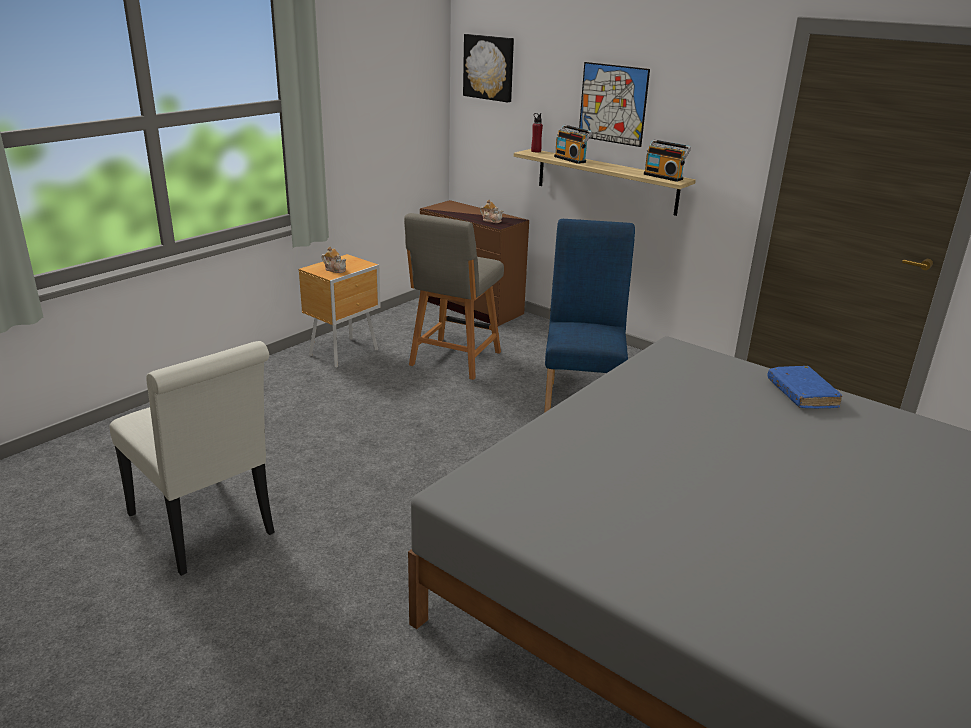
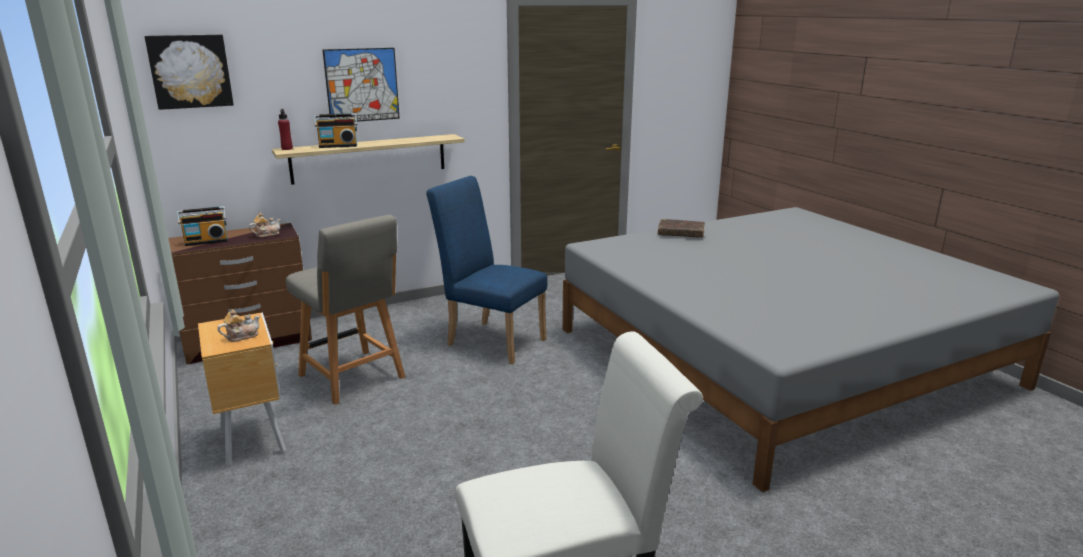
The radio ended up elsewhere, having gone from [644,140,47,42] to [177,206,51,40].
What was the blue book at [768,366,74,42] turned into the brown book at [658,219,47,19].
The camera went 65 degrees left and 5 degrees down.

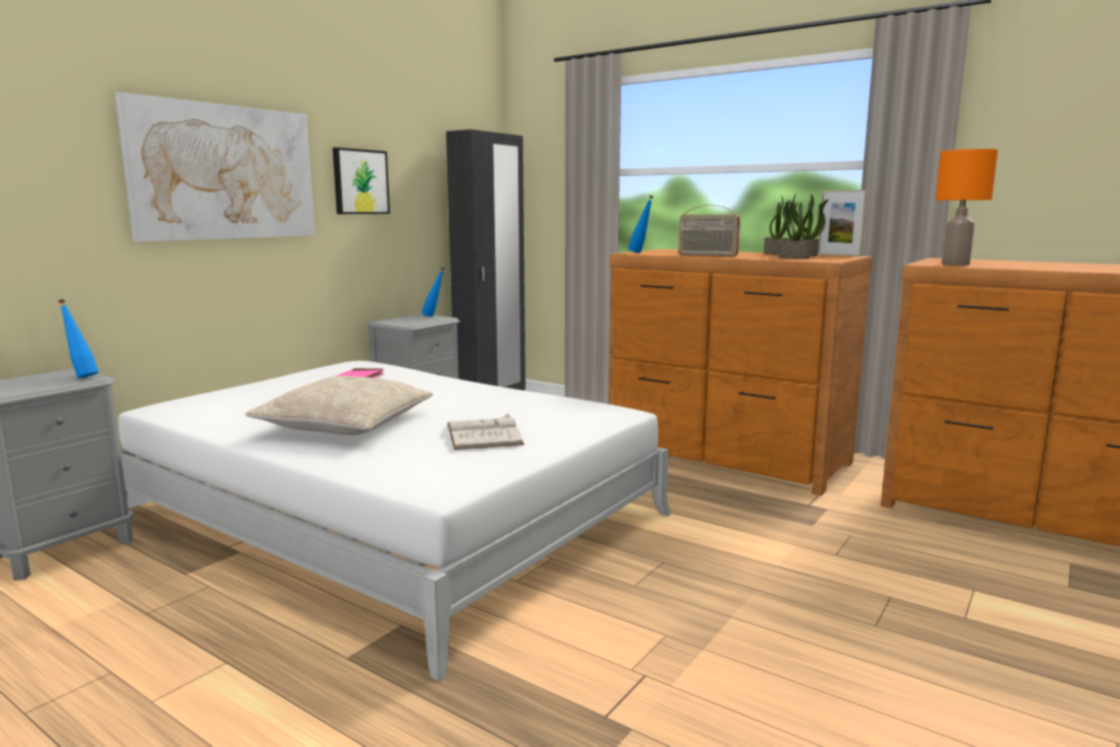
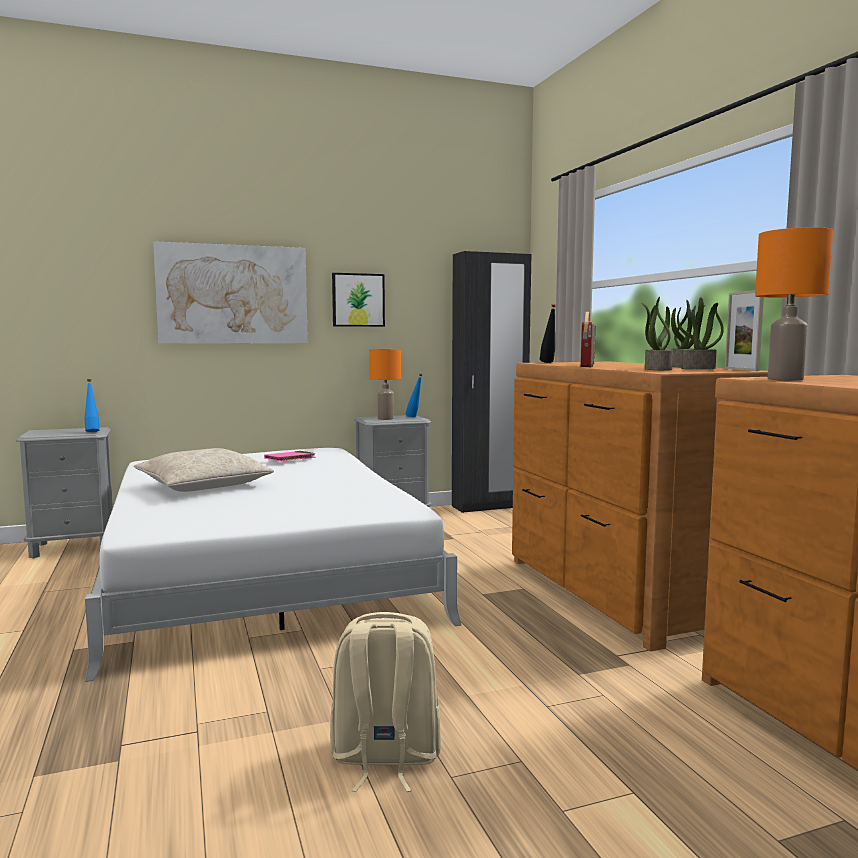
The second view lost the white book at [447,414,77,36].
The second view gained the beige backpack at [330,612,111,180].
The second view gained the orange table lamp at [369,349,32,71].
What was the blue bottle at [628,195,26,58] turned into the black bottle at [540,304,16,59].
The radio at [679,205,61,51] ended up facing another way, 135 degrees counterclockwise from before.
The camera went 35 degrees right and 5 degrees down.

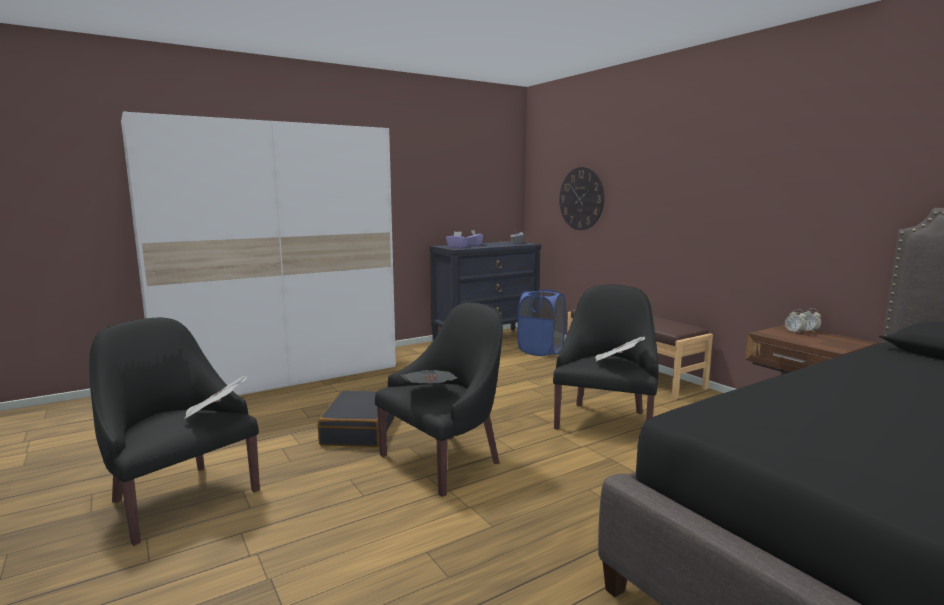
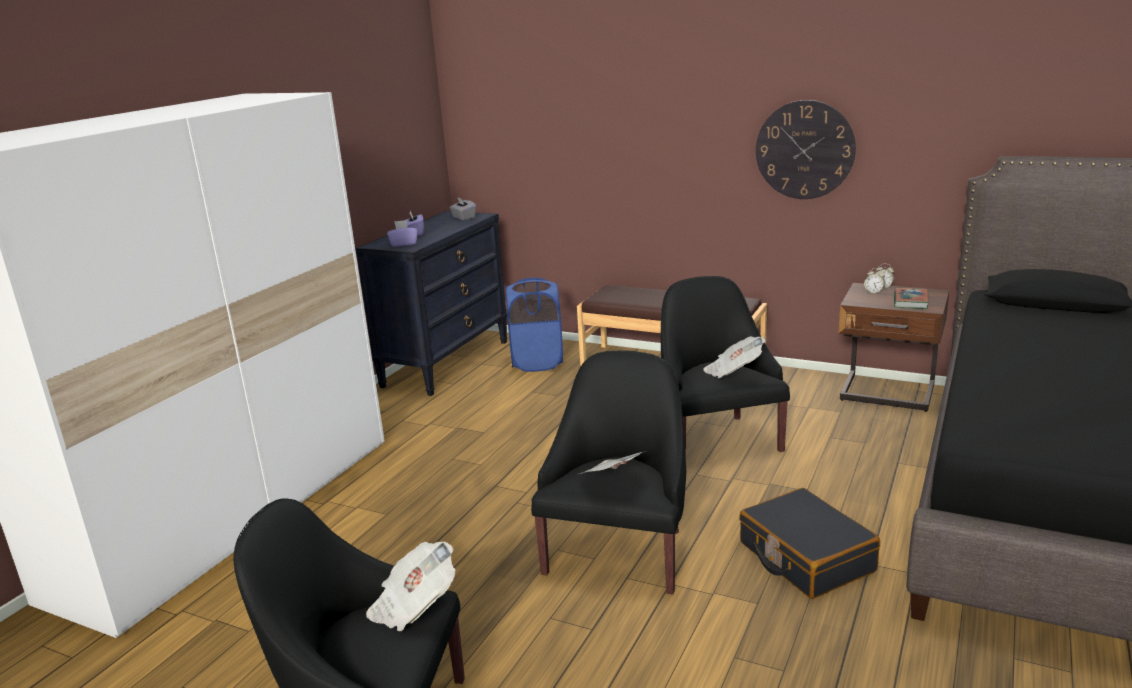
The second view gained the book at [894,288,35,21].
The black suitcase ended up elsewhere, having gone from [318,390,77,57] to [739,488,141,111].
The wall clock ended up elsewhere, having gone from [559,167,45,63] to [756,100,100,99].
The camera went 30 degrees left and 10 degrees up.

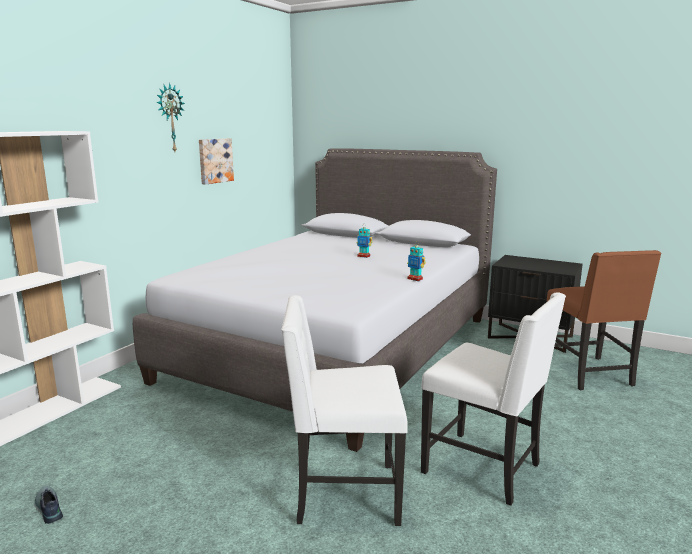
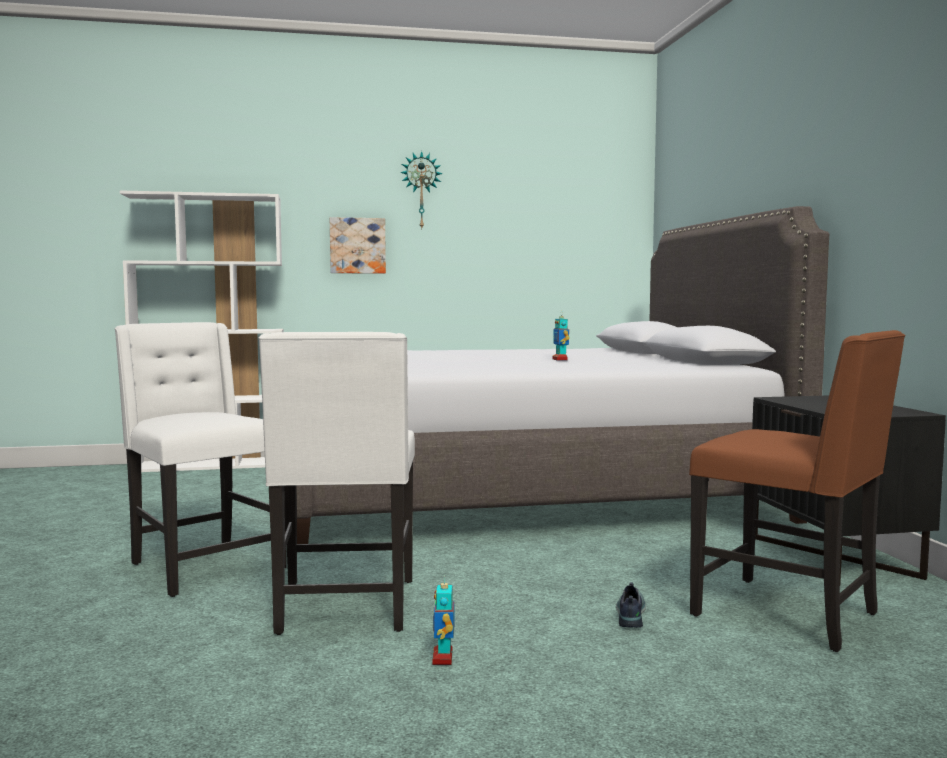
The shoe ended up elsewhere, having gone from [34,486,29,38] to [616,582,30,46].
The picture ended up elsewhere, having gone from [199,138,35,47] to [330,217,56,57].
The toy robot ended up elsewhere, having gone from [407,241,19,40] to [432,575,22,90].
The brown chair at [547,250,115,141] ended up facing another way, 90 degrees counterclockwise from before.
The camera went 50 degrees right and 10 degrees down.

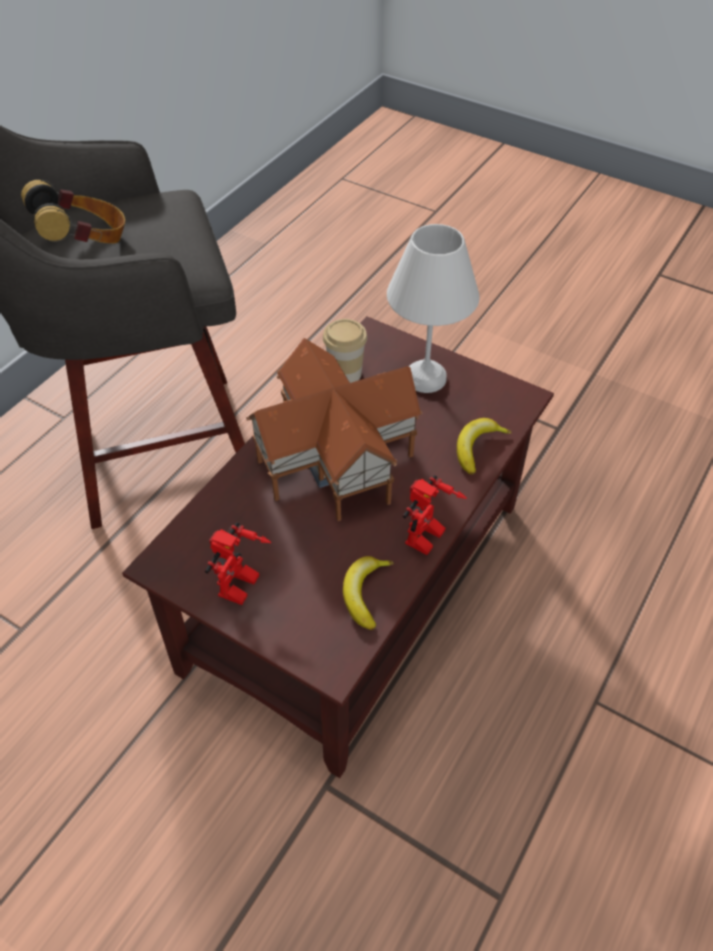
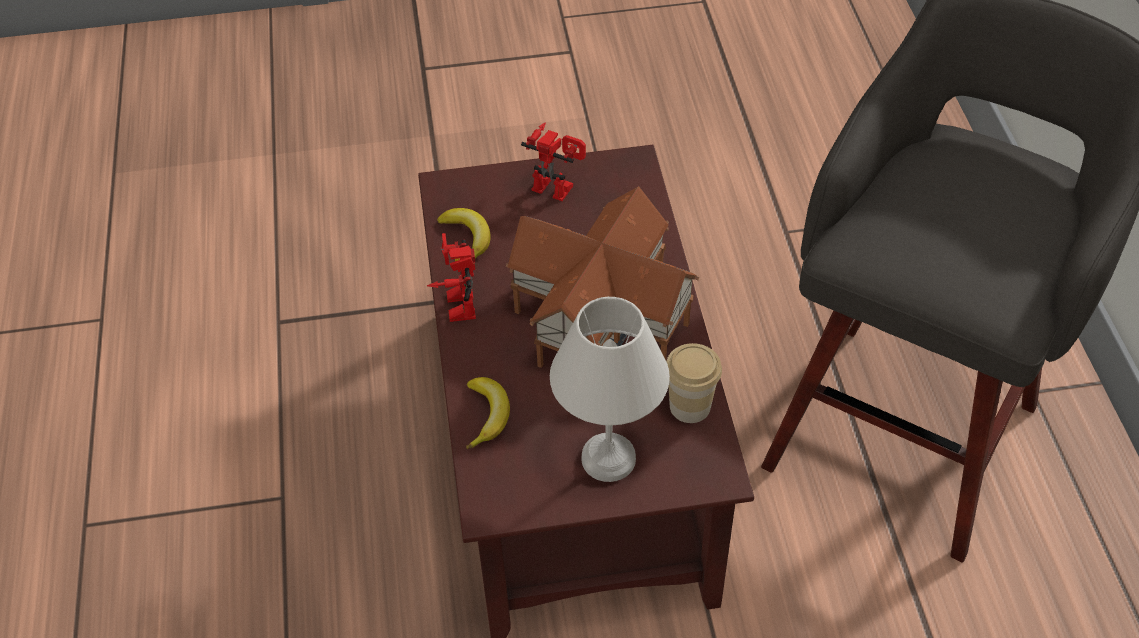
The second view lost the headphones at [21,180,105,64].
The toy robot at [205,522,66,83] ended up facing another way, 135 degrees clockwise from before.
The camera went 140 degrees right and 0 degrees up.

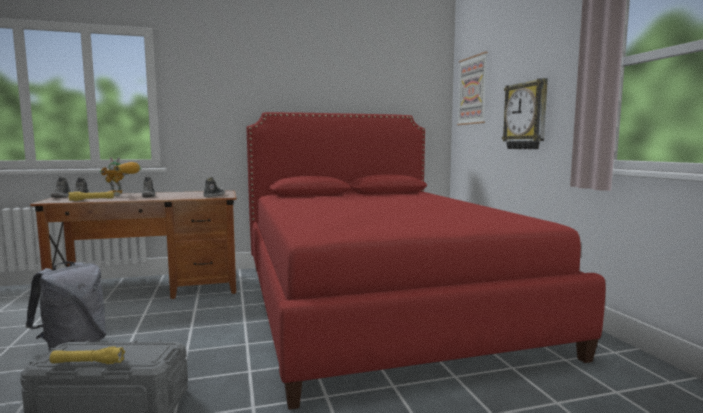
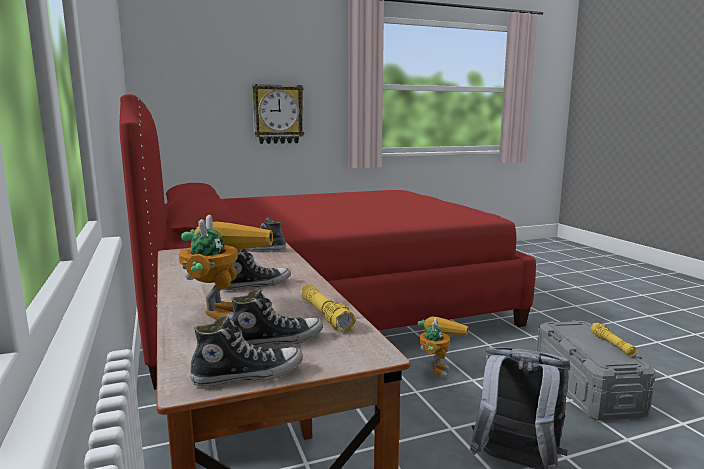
The second view lost the picture at [457,52,31,73].
The second view gained the toy robot at [417,317,51,62].
The camera went 95 degrees left and 5 degrees up.

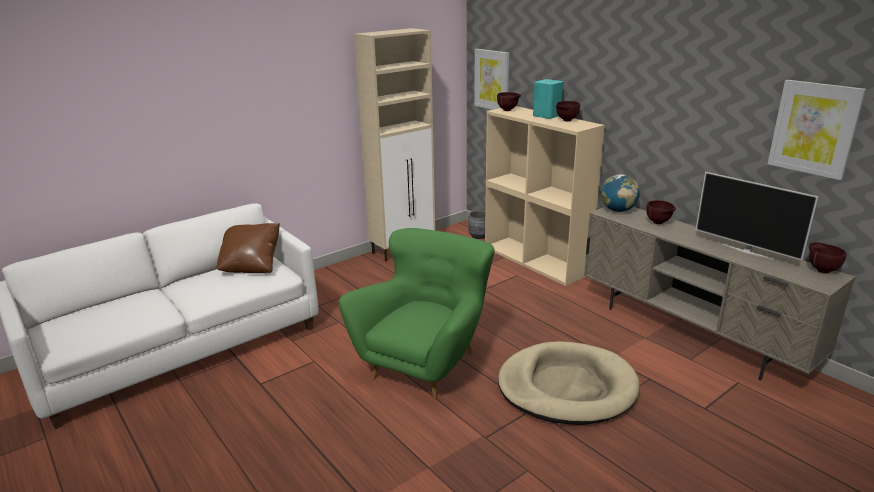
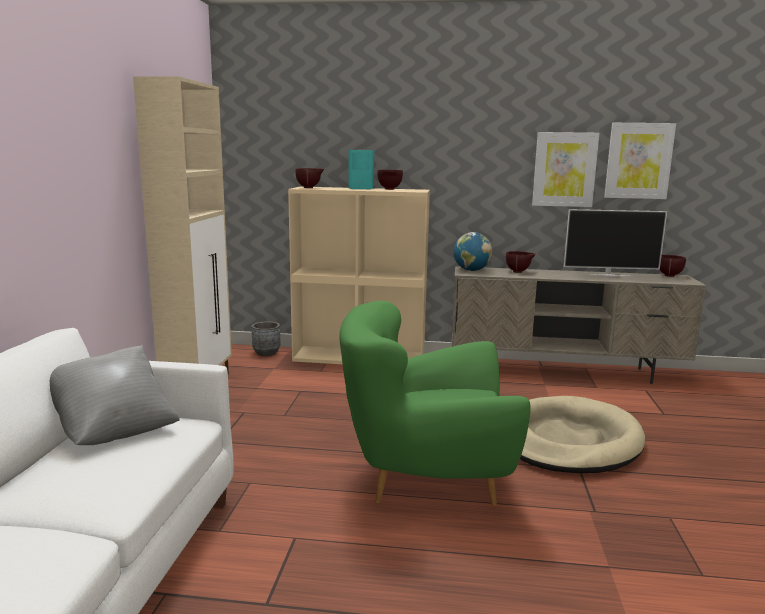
The picture ended up elsewhere, having gone from [474,49,35,61] to [532,132,68,75].
What was the brown pillow at [216,223,64,50] turned into the grey pillow at [50,345,130,100].
The green armchair at [339,228,156,172] ended up facing another way, 75 degrees counterclockwise from before.
The camera went 45 degrees left and 10 degrees down.

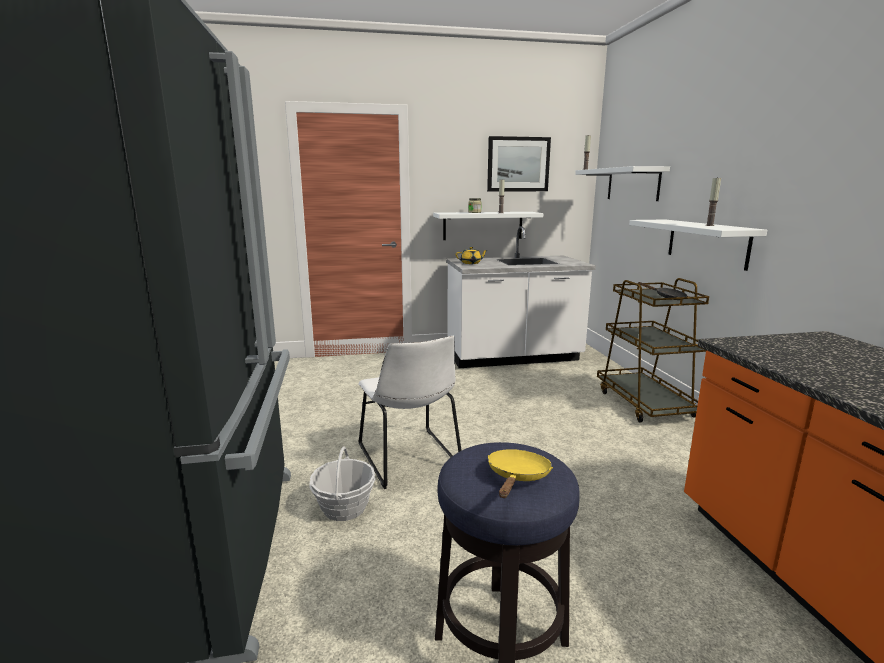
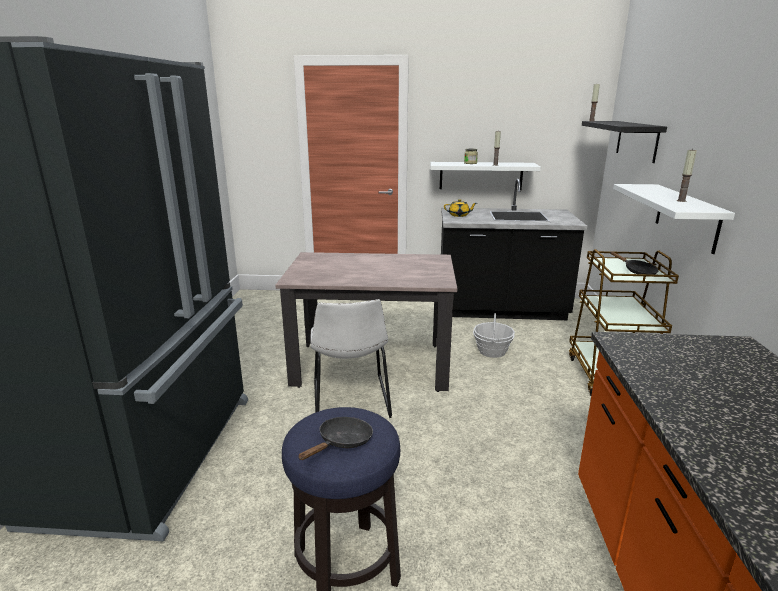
The second view lost the picture at [487,136,64,55].
The second view gained the beige dining table at [275,252,183,140].
The basket ended up elsewhere, having gone from [309,446,66,75] to [473,313,42,45].
What was the white counter at [447,226,149,142] turned into the black counter at [441,179,146,141].
What was the yellow frying pan at [488,449,65,49] turned into the black frying pan at [298,417,75,43].
What was the white shelf at [575,166,95,35] turned into the black shelf at [582,121,85,42].
The camera went 15 degrees right and 5 degrees up.

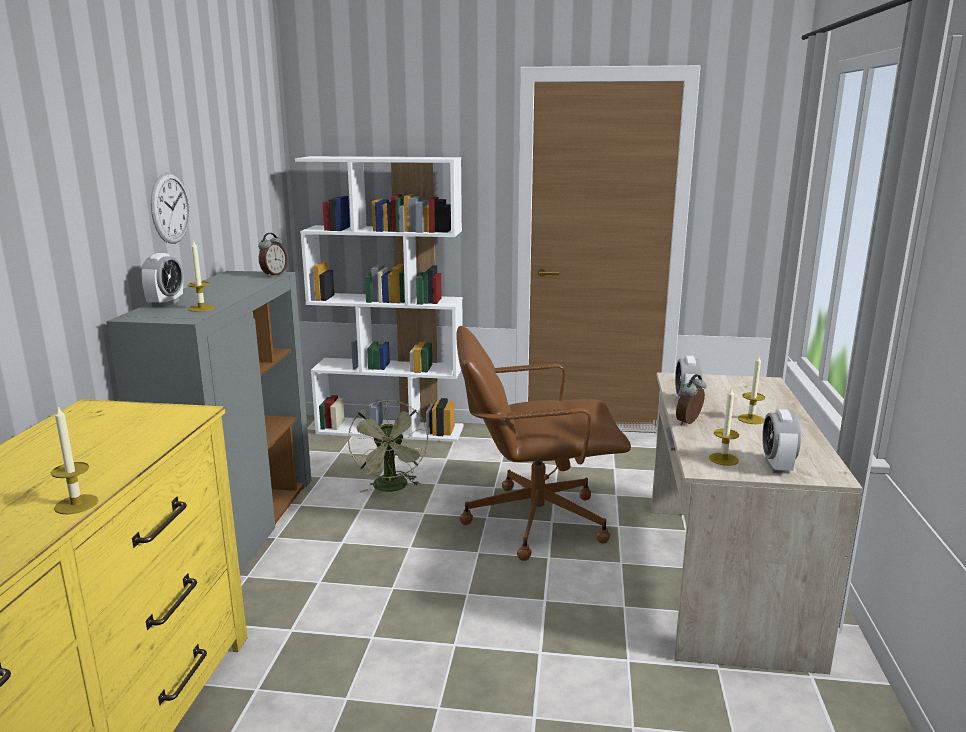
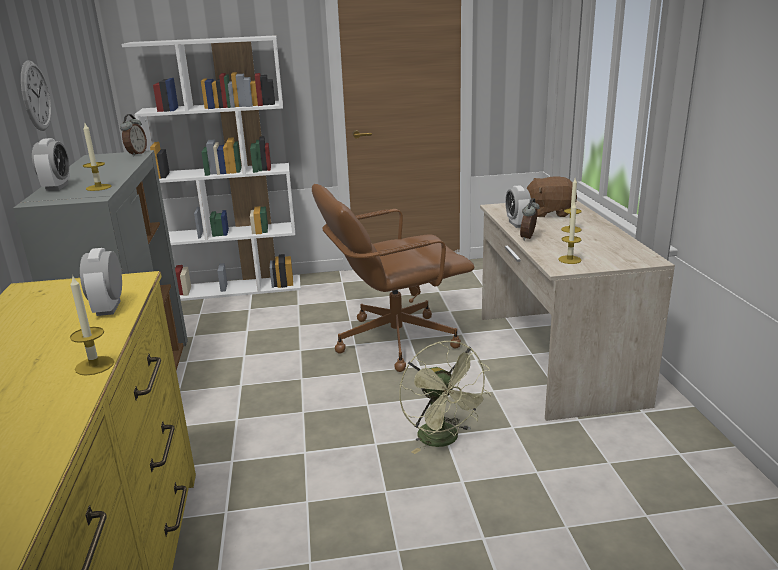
The second view gained the brown plush toy at [527,177,50,40].
The green fan ended up elsewhere, having gone from [348,400,80,93] to [399,341,92,113].
The alarm clock ended up elsewhere, having gone from [762,409,39,65] to [80,248,42,68].
The camera went 15 degrees left and 5 degrees up.

